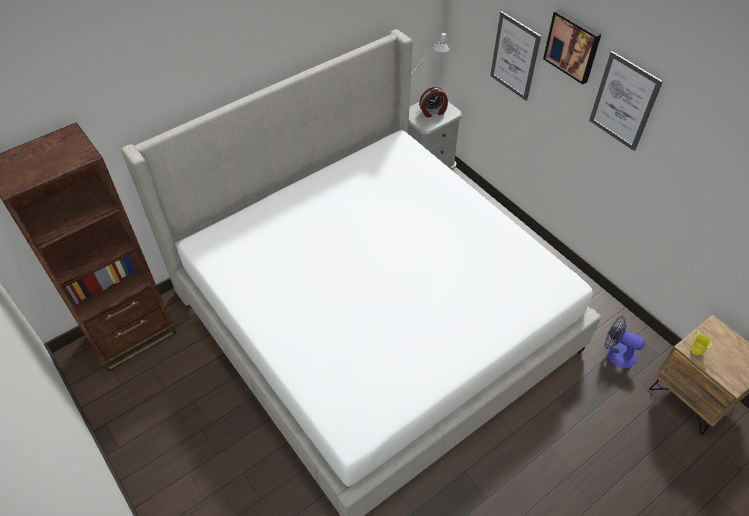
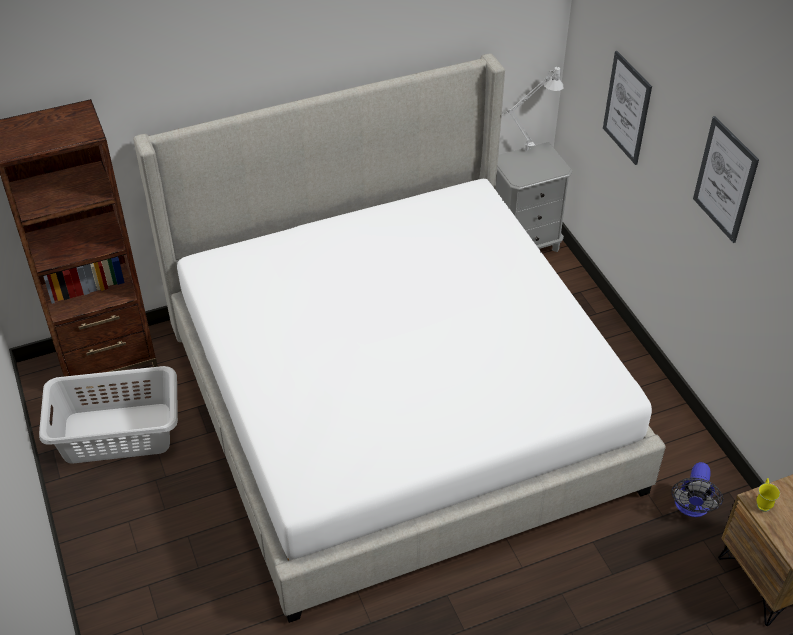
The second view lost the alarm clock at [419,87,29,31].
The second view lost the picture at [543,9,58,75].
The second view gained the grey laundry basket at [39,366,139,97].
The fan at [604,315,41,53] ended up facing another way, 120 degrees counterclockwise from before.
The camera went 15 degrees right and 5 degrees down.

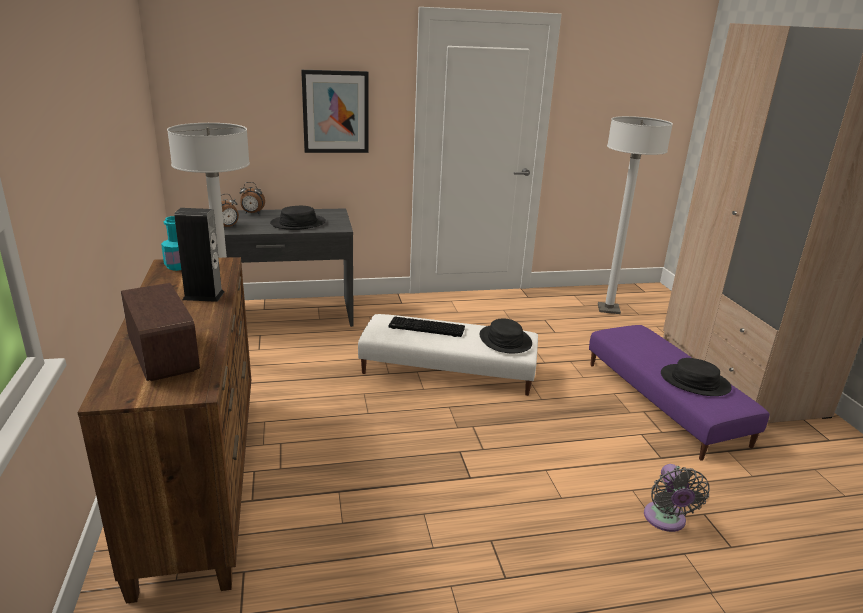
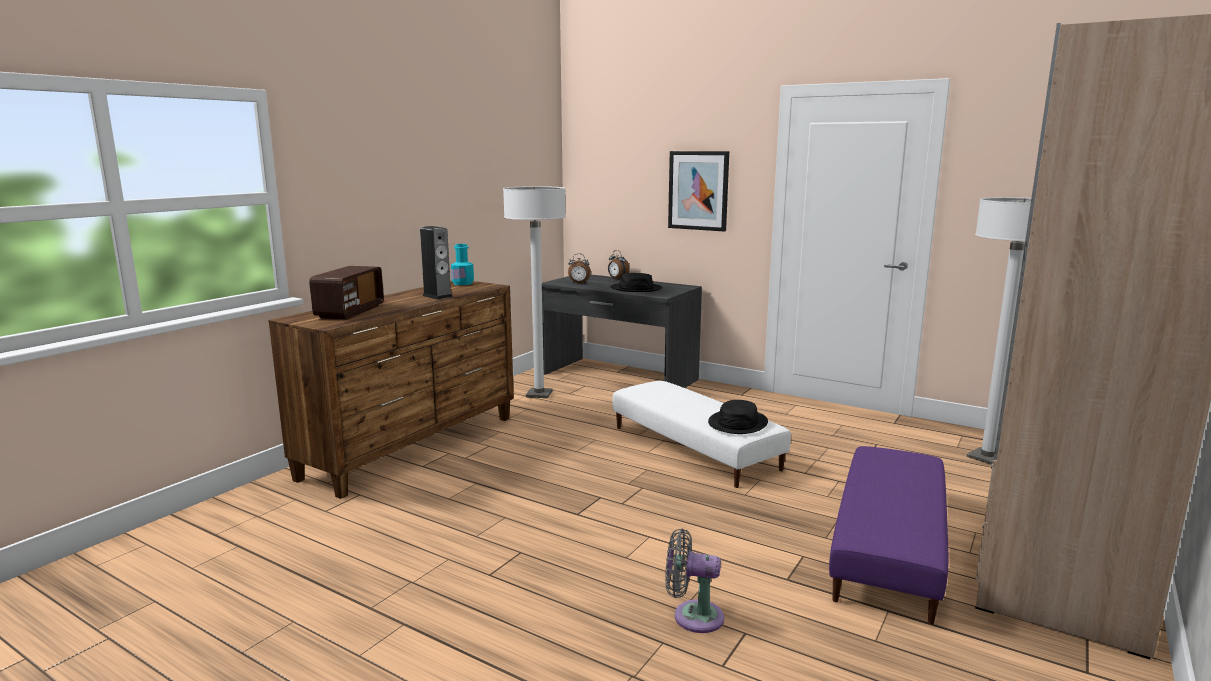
The second view lost the keyboard at [389,316,76,21].
The second view lost the black hat at [661,358,71,38].
The grey fan at [644,464,66,68] ended up facing another way, 60 degrees clockwise from before.
The camera went 45 degrees right and 10 degrees down.

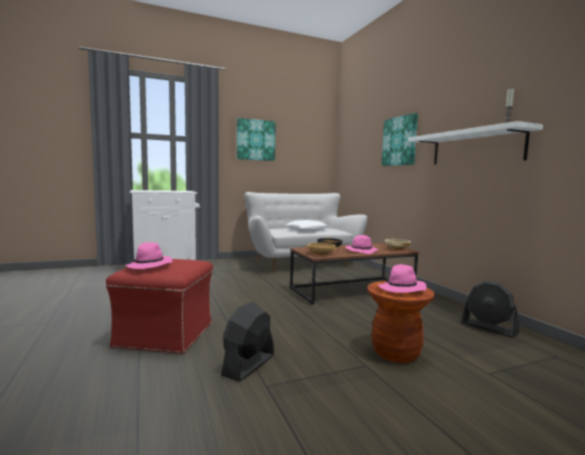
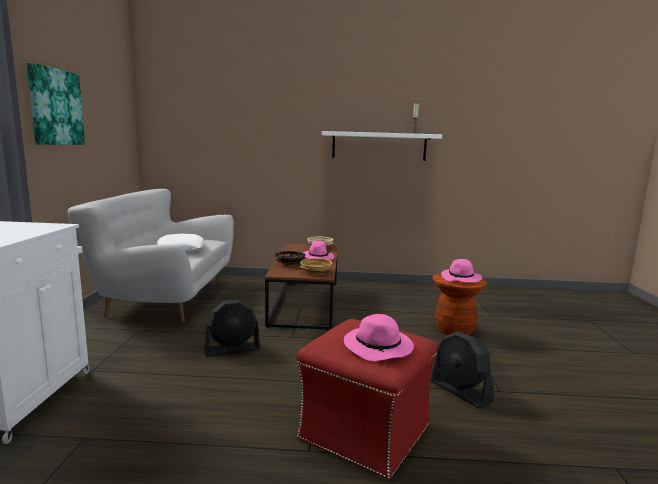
The second view lost the picture at [381,113,37,53].
The black fan ended up elsewhere, having gone from [462,280,57,58] to [204,299,56,58].
The camera went 65 degrees left and 5 degrees up.

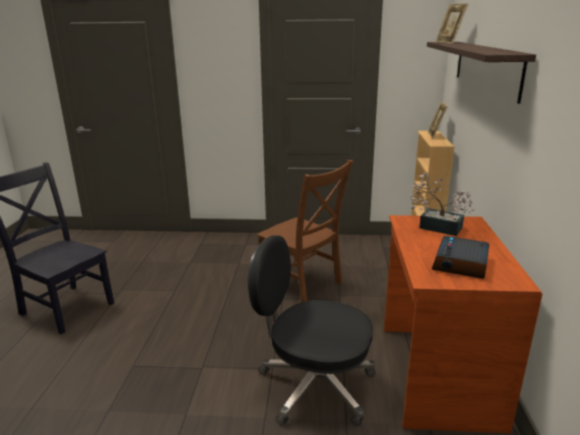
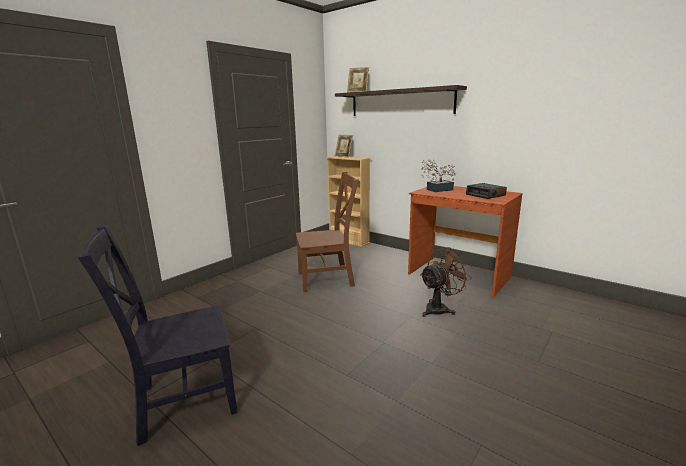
Where the black office chair stood at [248,235,128,191], the brown fan came to stand at [420,247,52,70].
The camera went 55 degrees left and 5 degrees down.

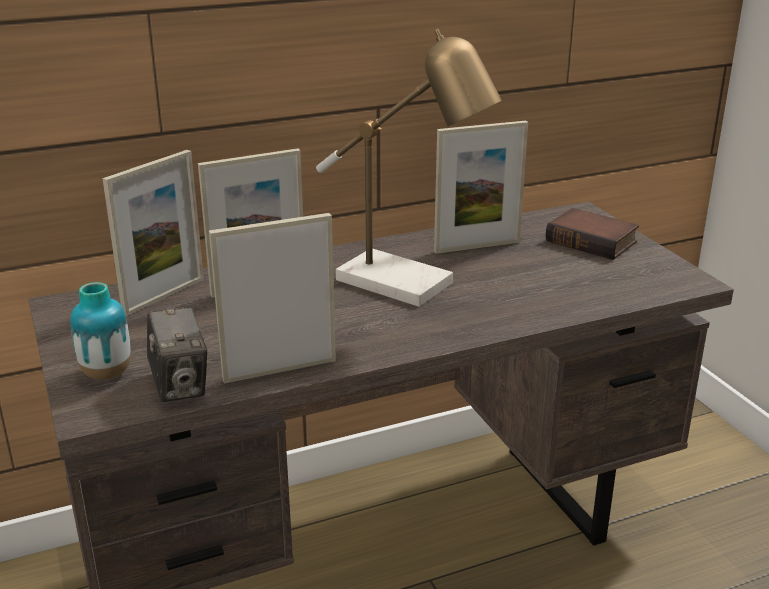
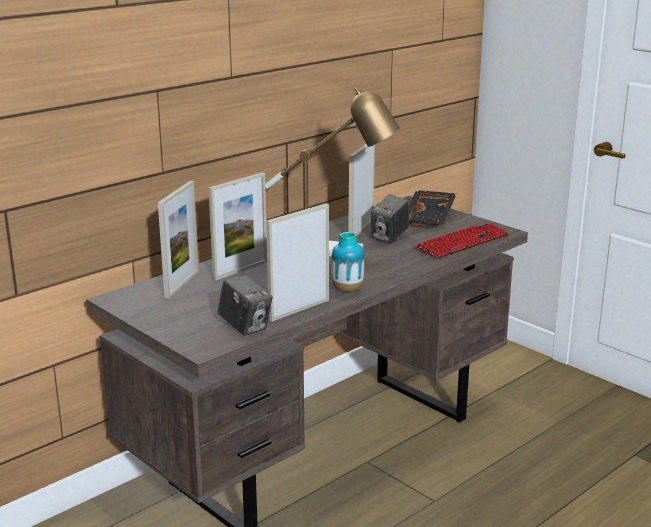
The second view gained the photo camera at [371,194,38,50].
The second view gained the keyboard at [416,224,93,35].
The vase ended up elsewhere, having gone from [71,282,60,98] to [331,232,33,60].
Where the book stood at [546,208,93,52], the black tray came to stand at [409,190,48,37].
The picture frame at [434,121,94,133] ended up facing another way, 150 degrees clockwise from before.
The camera went 20 degrees left and 5 degrees down.

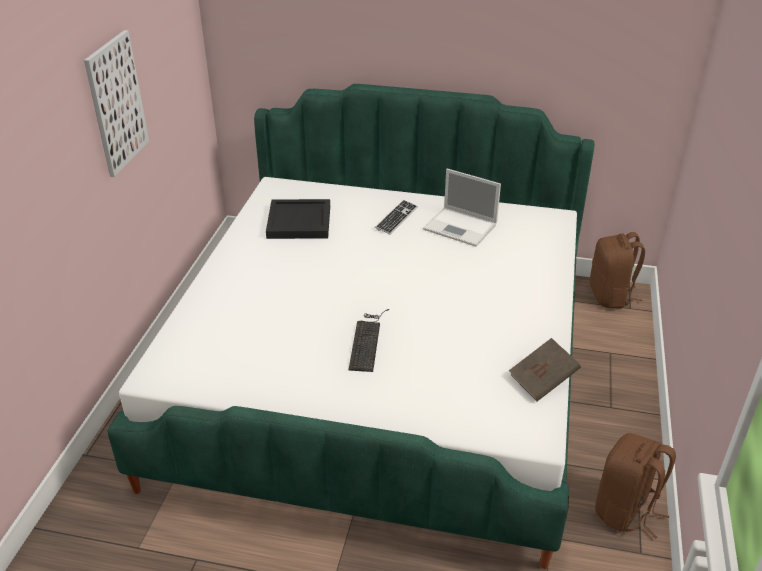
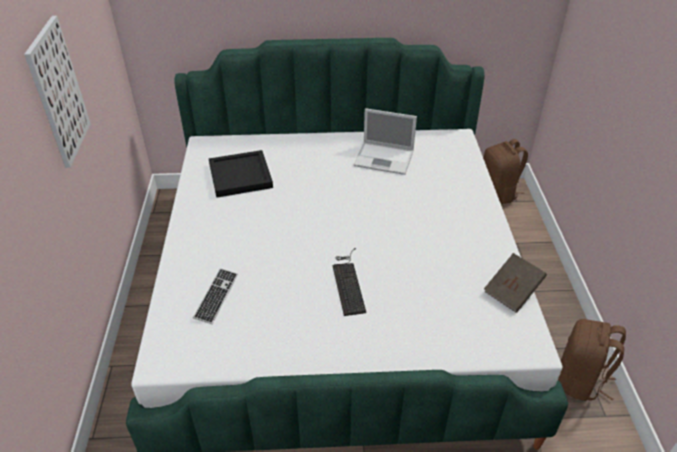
The keyboard ended up elsewhere, having gone from [375,200,43,35] to [193,268,45,56].
The camera went 15 degrees left and 5 degrees up.

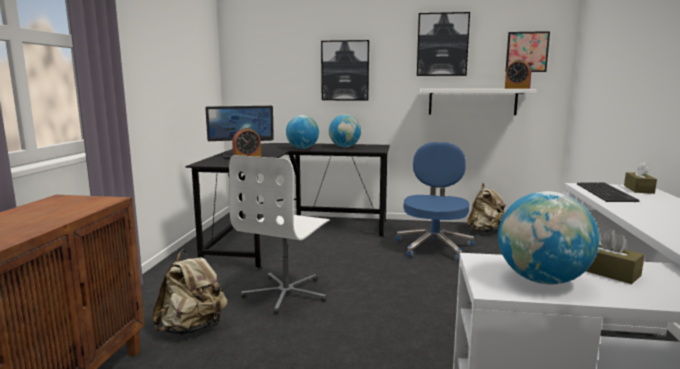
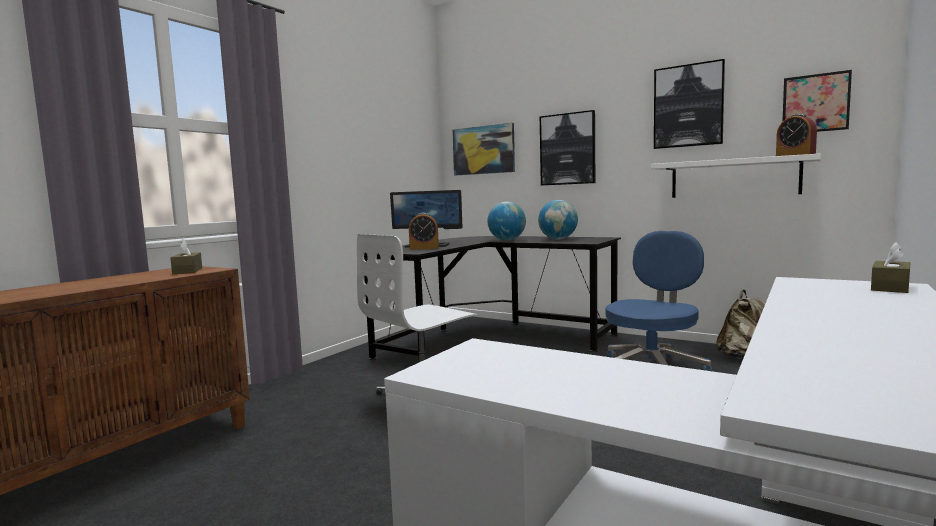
The second view lost the beige backpack at [152,249,75,86].
The second view lost the globe at [498,191,101,93].
The second view lost the keyboard at [577,182,62,20].
The second view gained the picture at [452,123,63,53].
The brown tissue box ended up elsewhere, having gone from [586,229,58,55] to [170,239,32,35].
The camera went 25 degrees right and 5 degrees down.

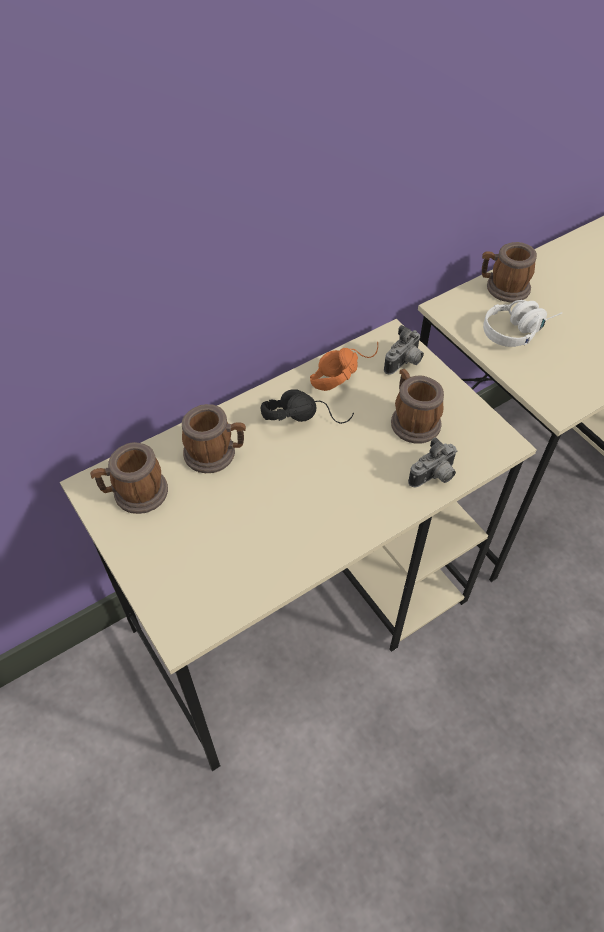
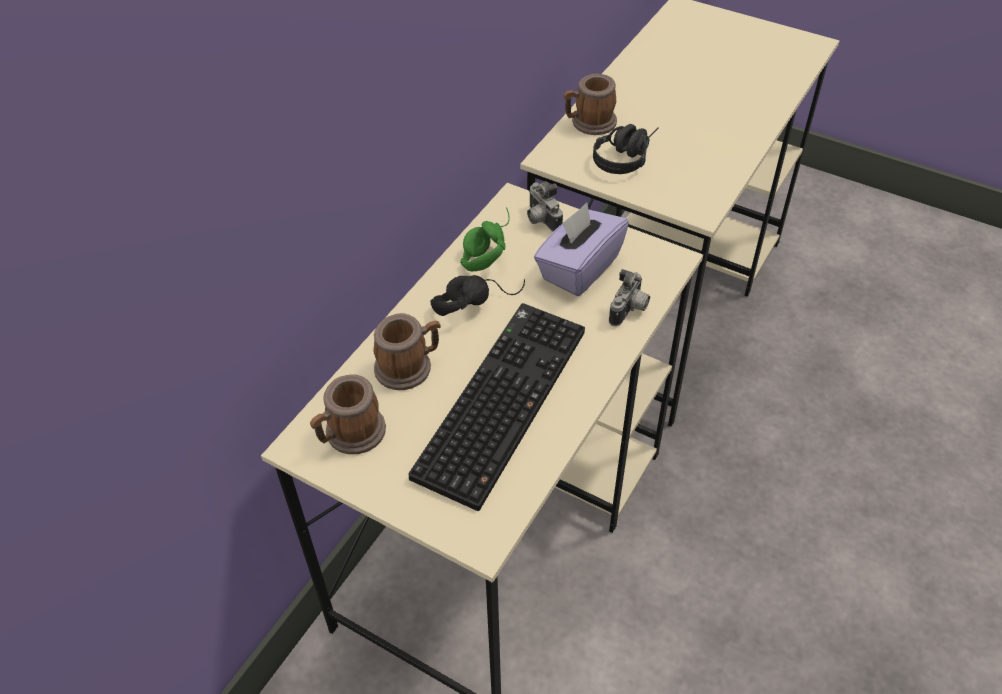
The second view gained the keyboard at [409,303,176,208].
Where the mug stood at [391,369,53,75], the purple tissue box came to stand at [534,203,95,93].
What was the orange headphones at [310,341,68,50] turned into the green headphones at [460,207,50,64].
What was the white headphones at [483,300,79,47] turned into the black headphones at [593,124,66,50].
The photo camera at [384,325,40,49] ended up facing another way, 135 degrees clockwise from before.
The camera went 25 degrees left and 5 degrees down.

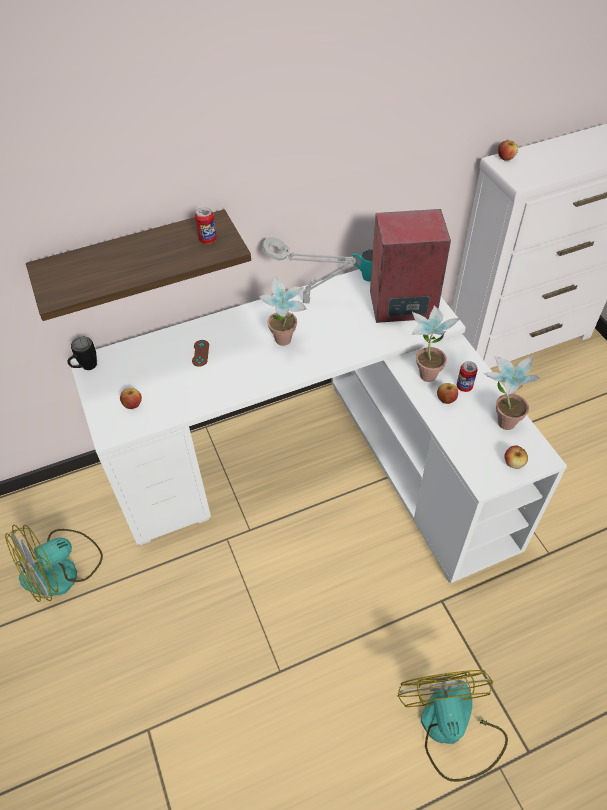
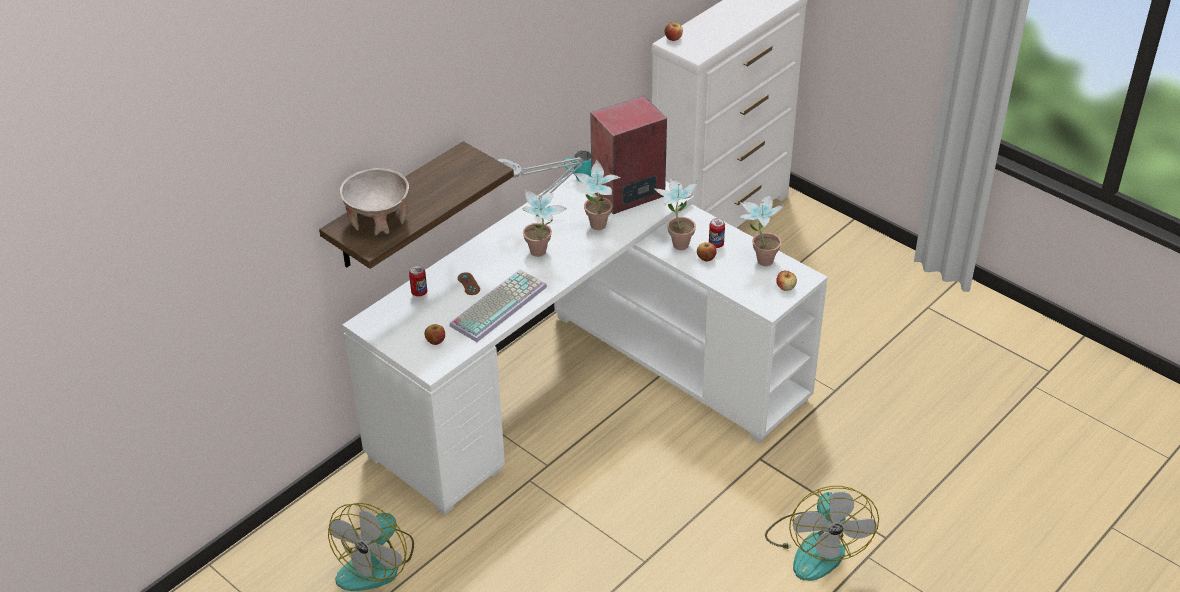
The second view lost the black mug at [67,337,30,33].
The second view gained the beige bowl at [340,168,69,68].
The second view gained the keyboard at [450,269,97,73].
The second view gained the potted plant at [575,160,45,70].
The can ended up elsewhere, having gone from [195,207,22,37] to [409,265,18,32].
The fan at [397,670,111,112] ended up facing another way, 150 degrees counterclockwise from before.
The camera went 25 degrees left and 10 degrees down.

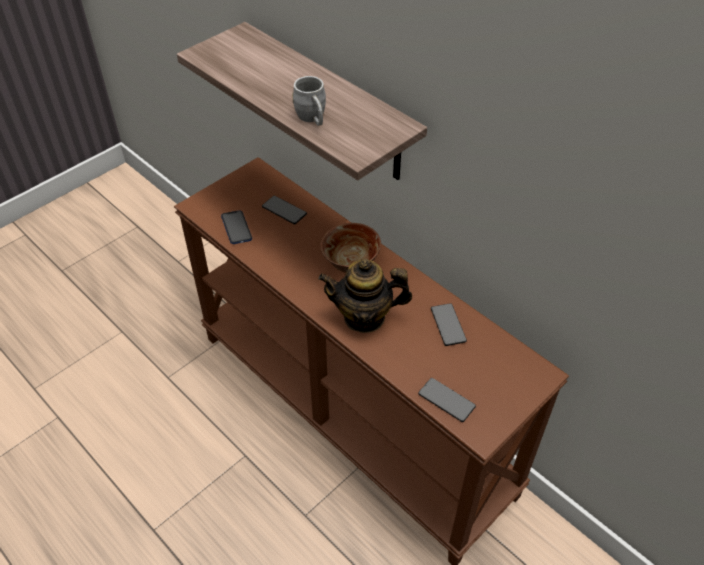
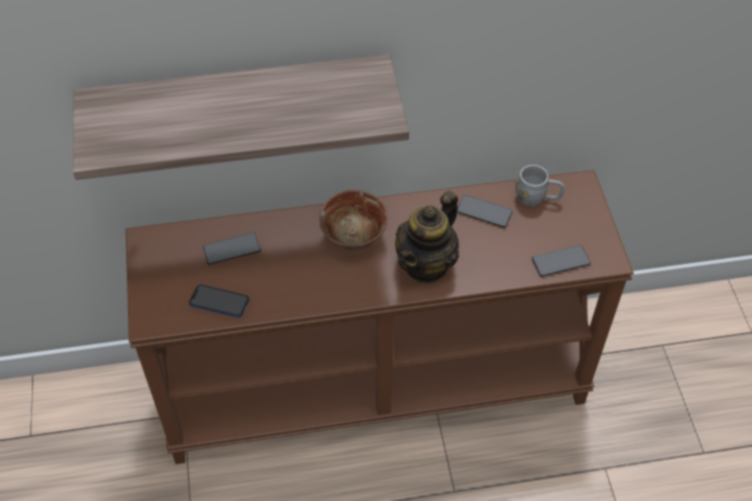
The grey mug ended up elsewhere, having gone from [292,76,34,50] to [515,165,50,42].
The camera went 55 degrees left and 5 degrees up.

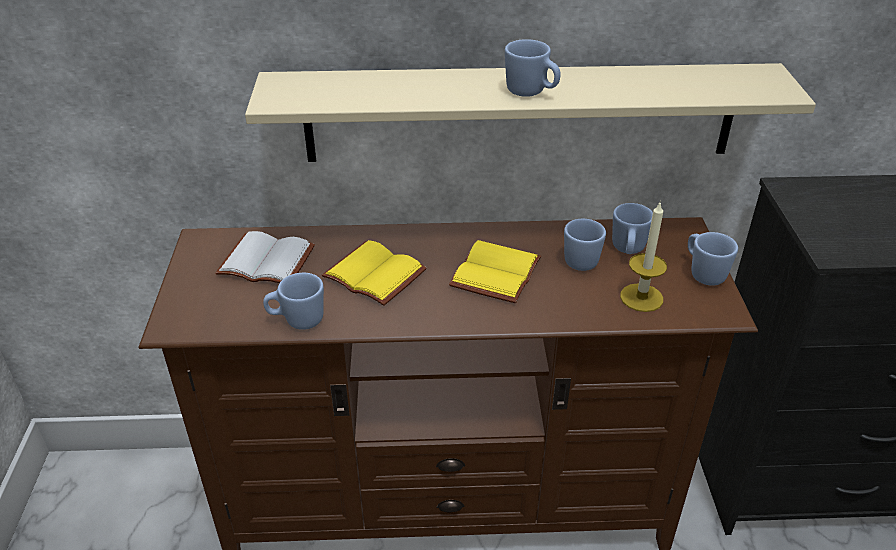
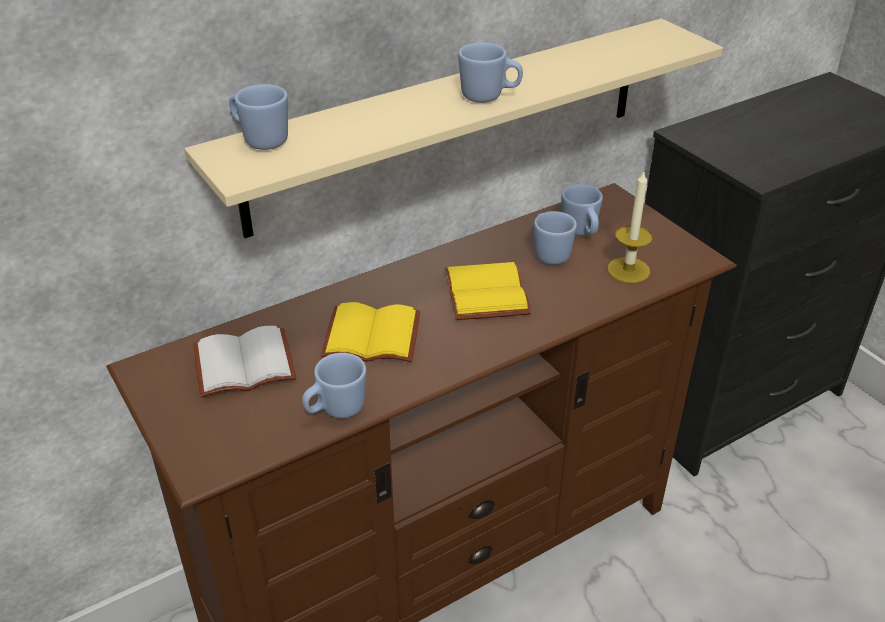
The blue mug ended up elsewhere, having gone from [688,232,50,54] to [229,84,59,66].
The camera went 30 degrees left and 0 degrees up.

